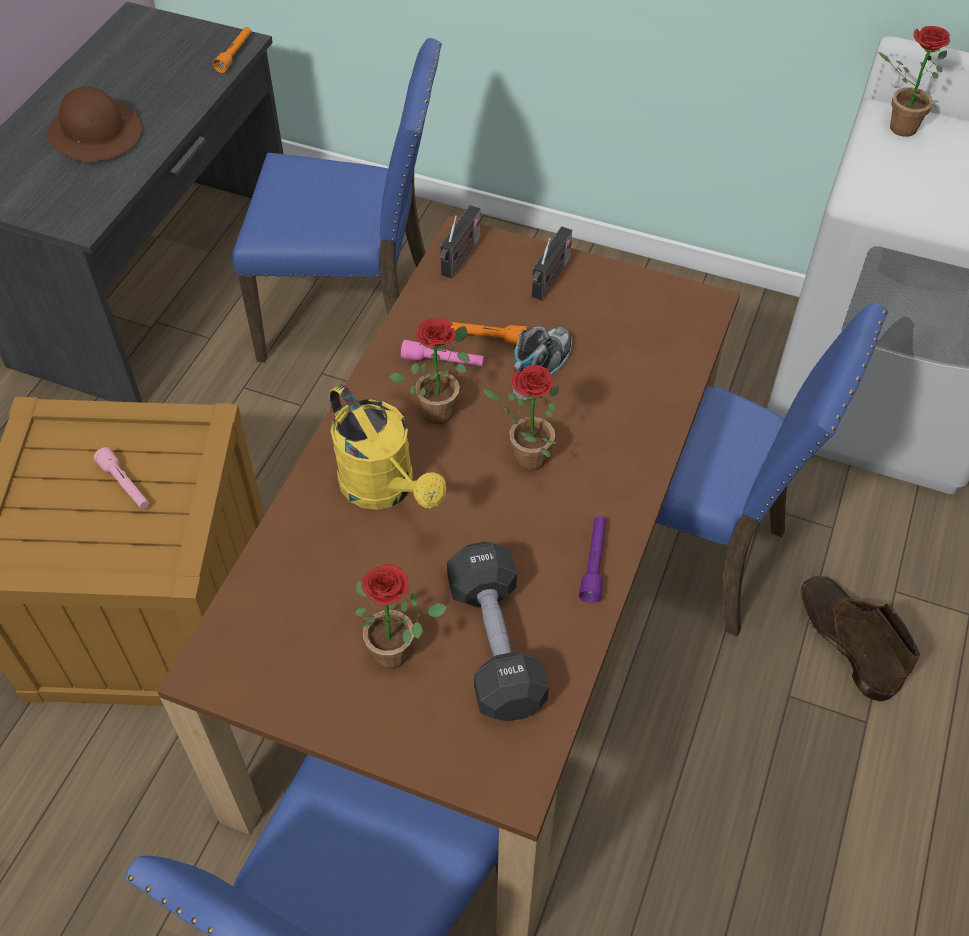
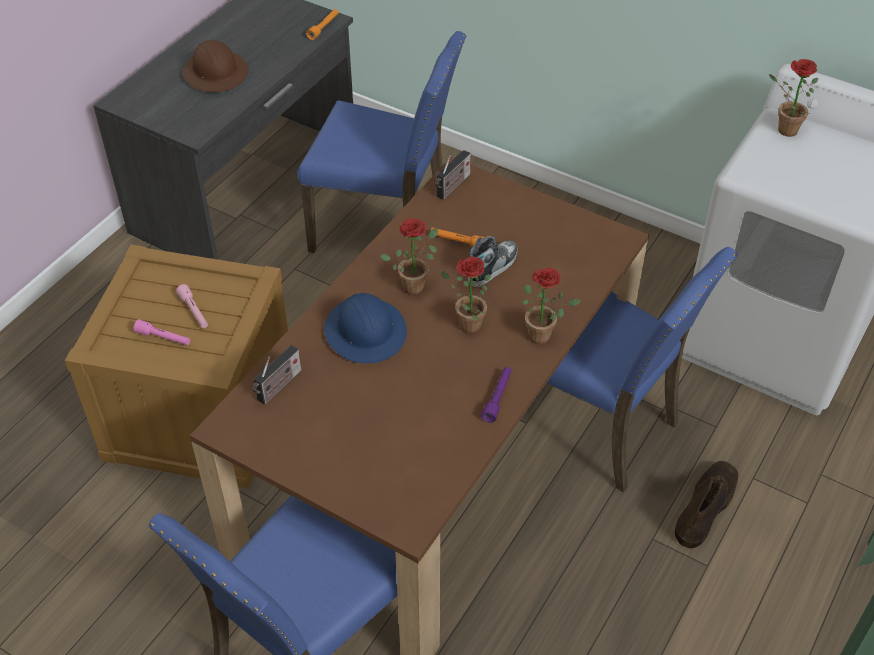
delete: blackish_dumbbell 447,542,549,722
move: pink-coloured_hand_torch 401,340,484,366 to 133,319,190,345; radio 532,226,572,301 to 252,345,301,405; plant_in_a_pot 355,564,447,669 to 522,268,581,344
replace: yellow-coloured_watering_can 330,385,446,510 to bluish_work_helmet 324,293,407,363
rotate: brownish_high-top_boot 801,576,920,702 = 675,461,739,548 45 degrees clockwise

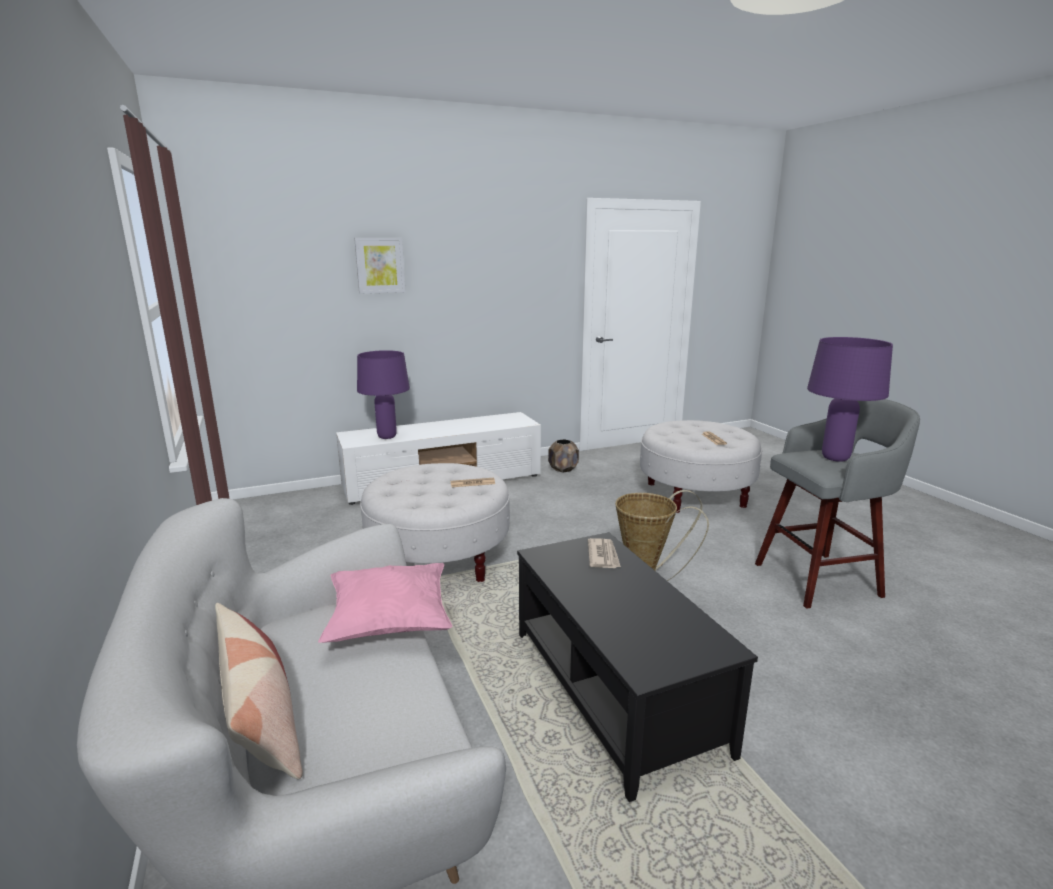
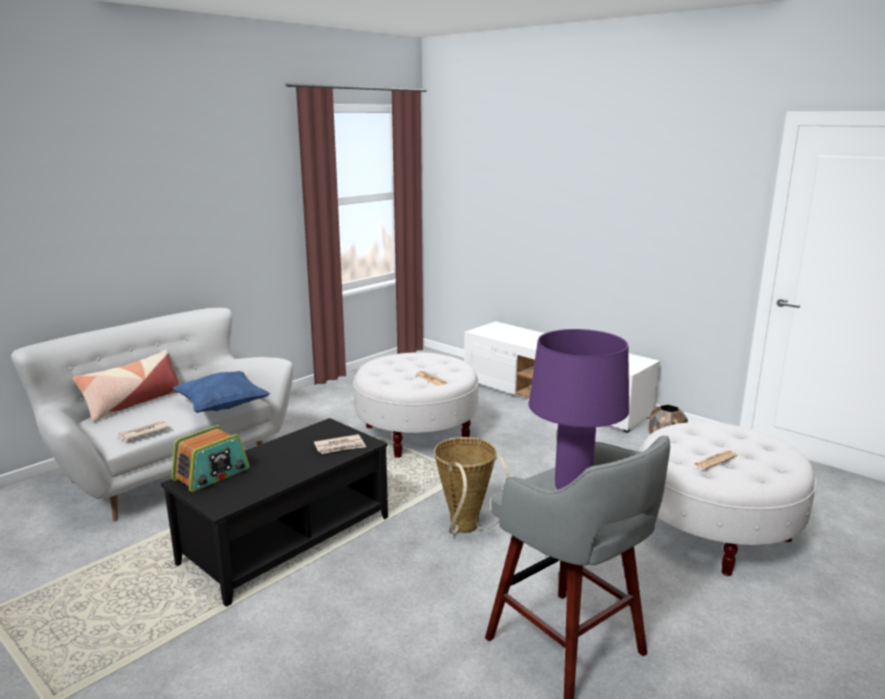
delete: picture 354,238,406,294; purplish_lamp_for_a_table 357,350,410,439
insert: daily_paper 118,421,170,441; radio 171,425,250,492
recolor: pink-coloured_throw_pillow 318,563,452,643 to bluish_throw_pillow 173,371,270,413

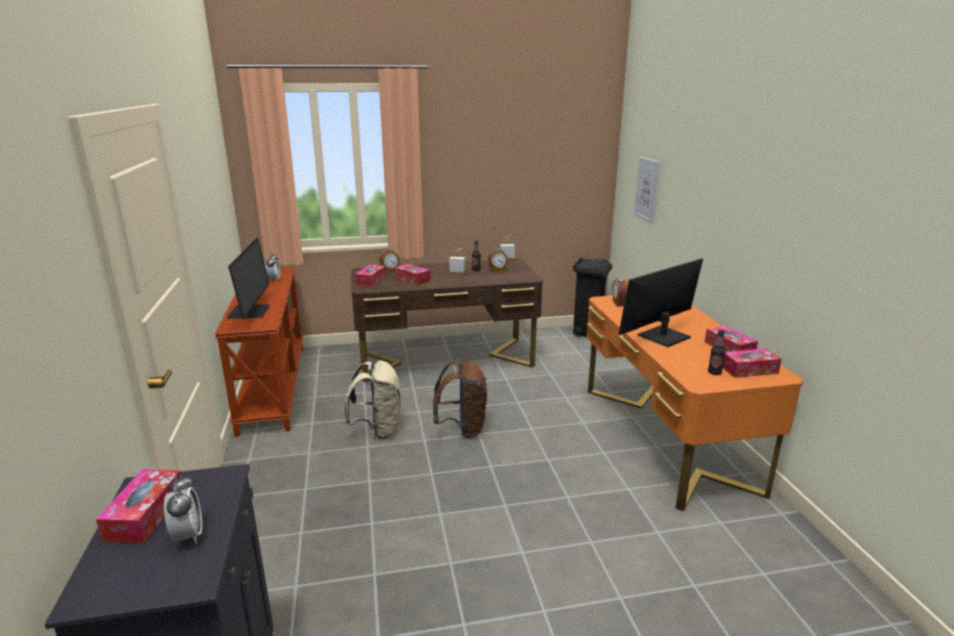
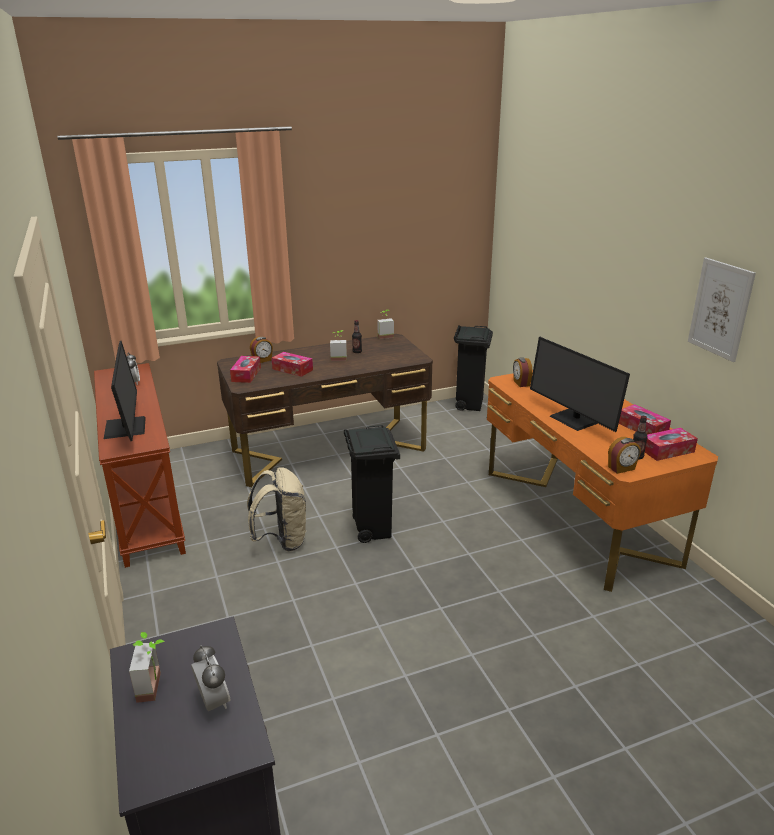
move: bedside_clock 488,249,508,272 to 608,437,641,474; picture 634,157,660,224 to 688,258,756,362
replace: tissue_box 96,469,182,543 to plant_in_a_pot 129,632,165,703; brownish_knapsack 433,360,487,438 to blackish_waste_bin 344,425,400,543
rotate: monitor 619,258,703,347 = 530,337,630,432 75 degrees counterclockwise

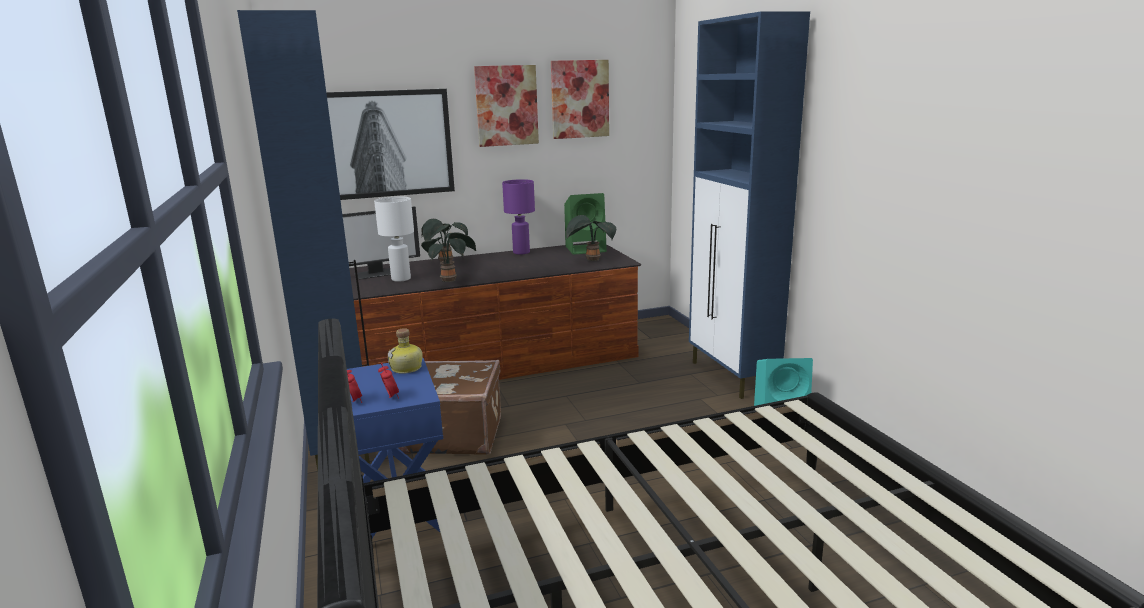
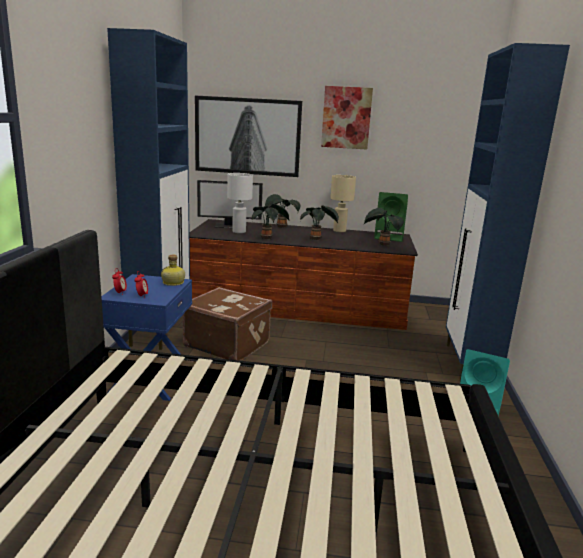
delete: picture 551,60,609,139
insert: plant_in_a_pot 300,206,339,240
recolor: purplish_lamp_for_a_table 502,179,535,255 to beige_lamp_for_a_table 330,175,356,232

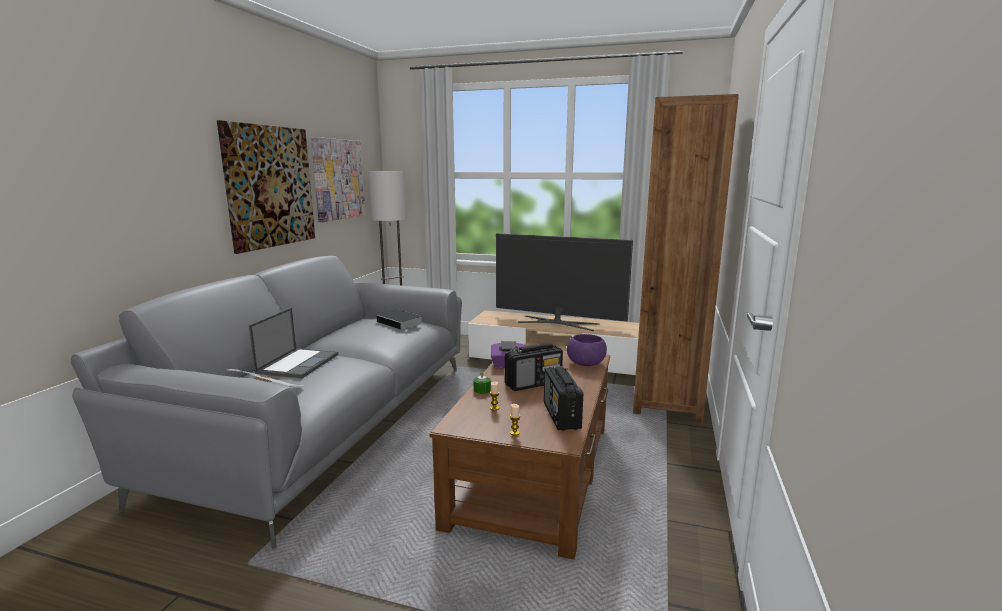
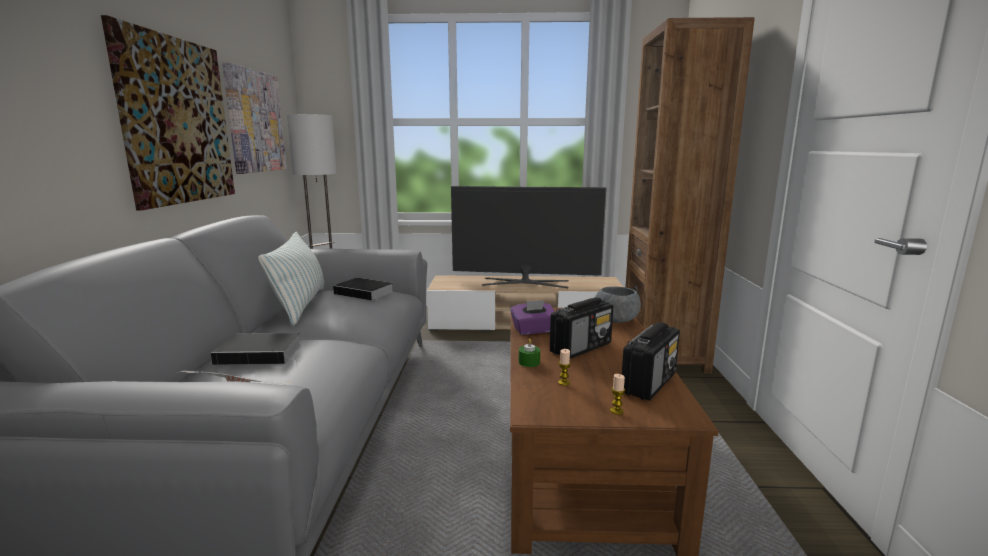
insert: throw_pillow 258,232,324,326
replace: laptop 249,308,338,378 to book 211,333,301,365
recolor: purplish_bowl 567,334,607,366 to gray_bowl 595,286,641,323
rotate: radio 544,366,583,431 = 622,322,680,401 120 degrees counterclockwise

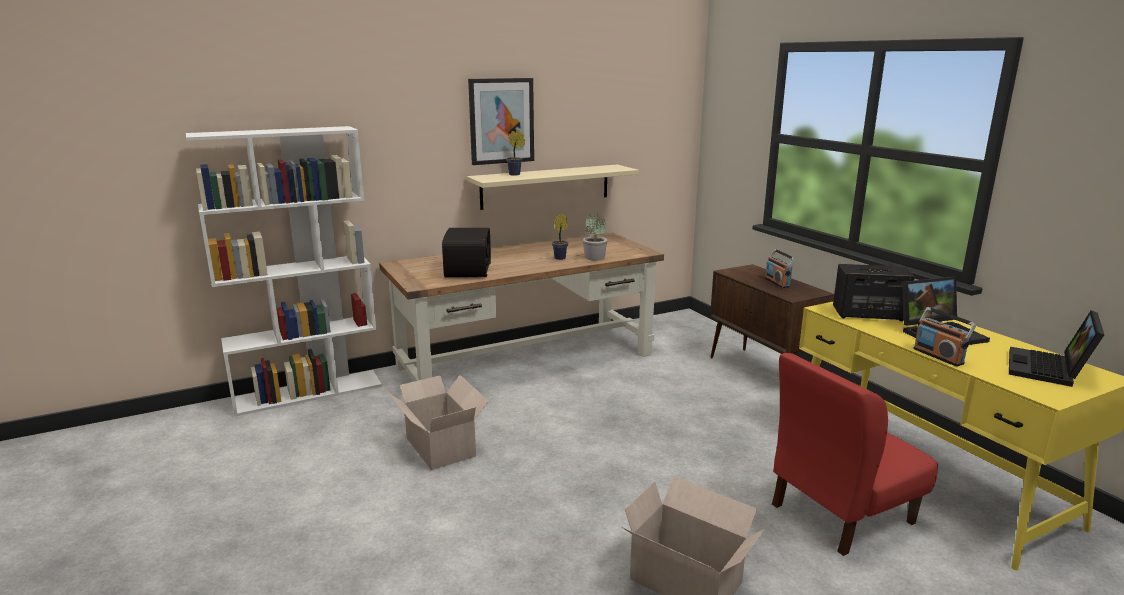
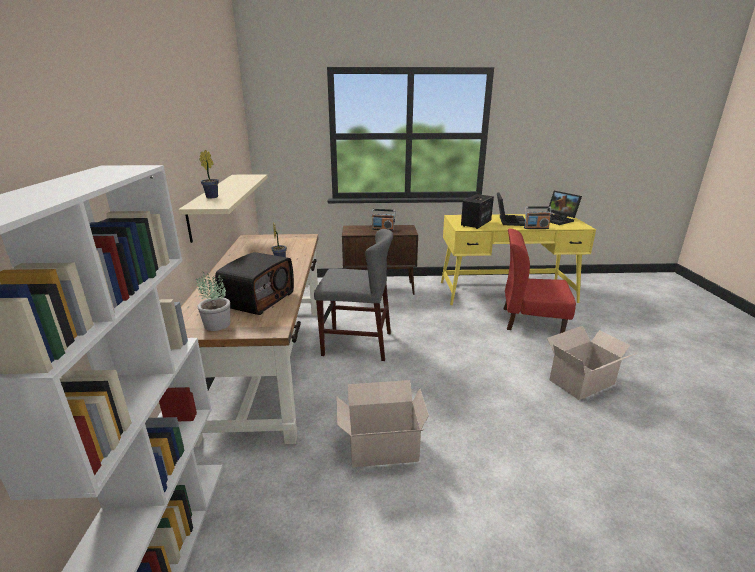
delete: picture 468,78,534,165
insert: gray_chair 314,229,393,361
move: plant_in_a_pot 583,212,607,260 to 196,272,230,331
rotate: radio 442,228,491,278 = 215,252,294,315 90 degrees clockwise; red_chair 772,353,938,556 = 503,229,576,333 105 degrees clockwise

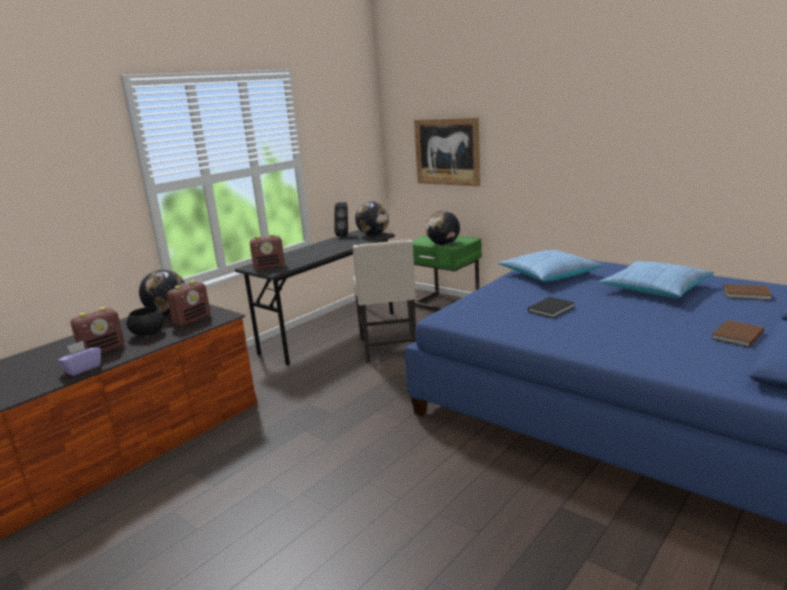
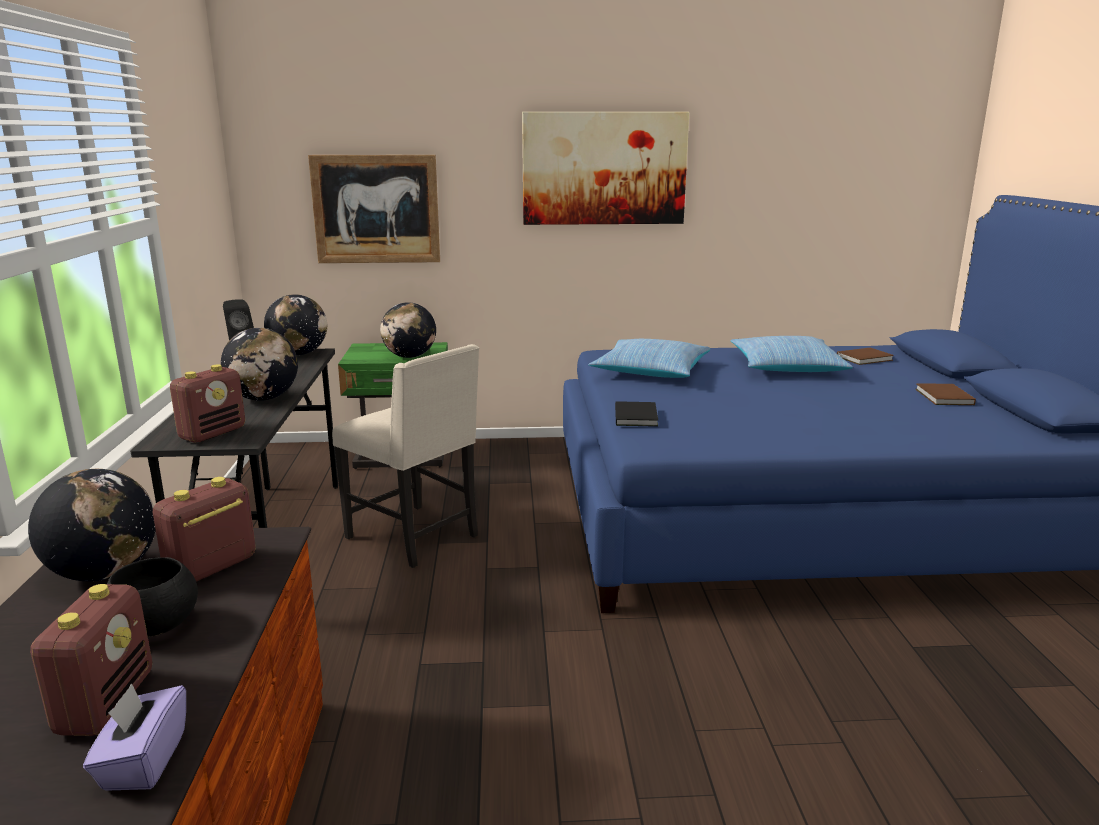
insert: world_globe 221,328,298,401; picture 522,112,689,225
move: blackish_book 528,297,575,318 to 615,401,658,427
rotate: radio 167,280,210,326 = 153,477,256,582 135 degrees counterclockwise

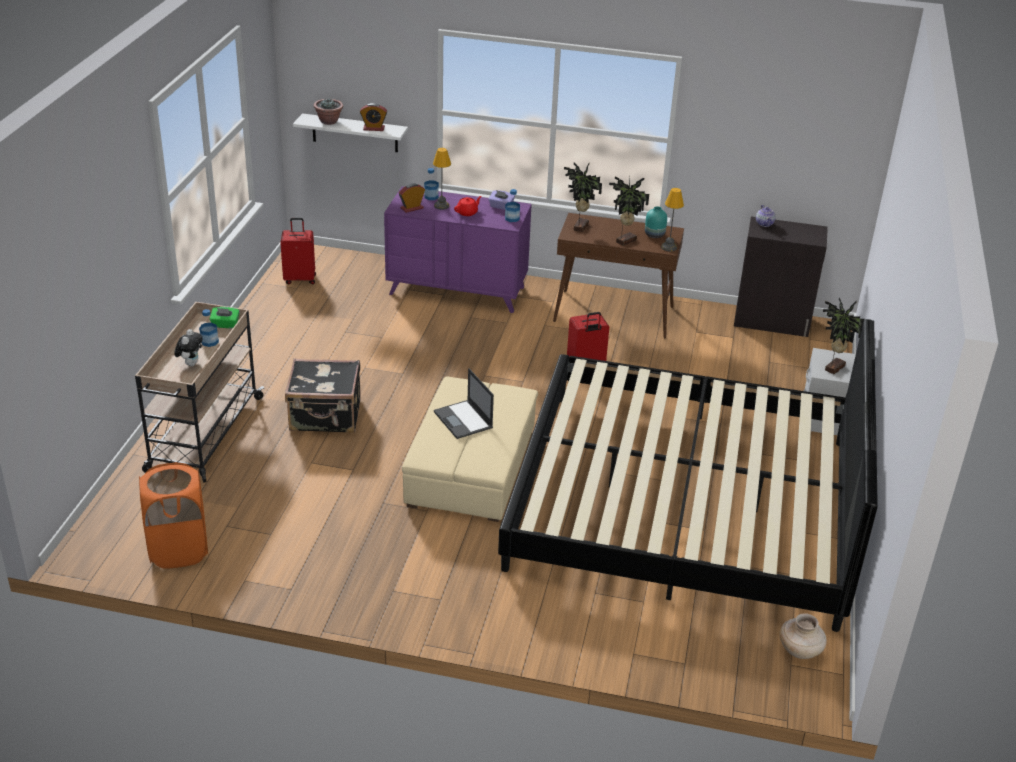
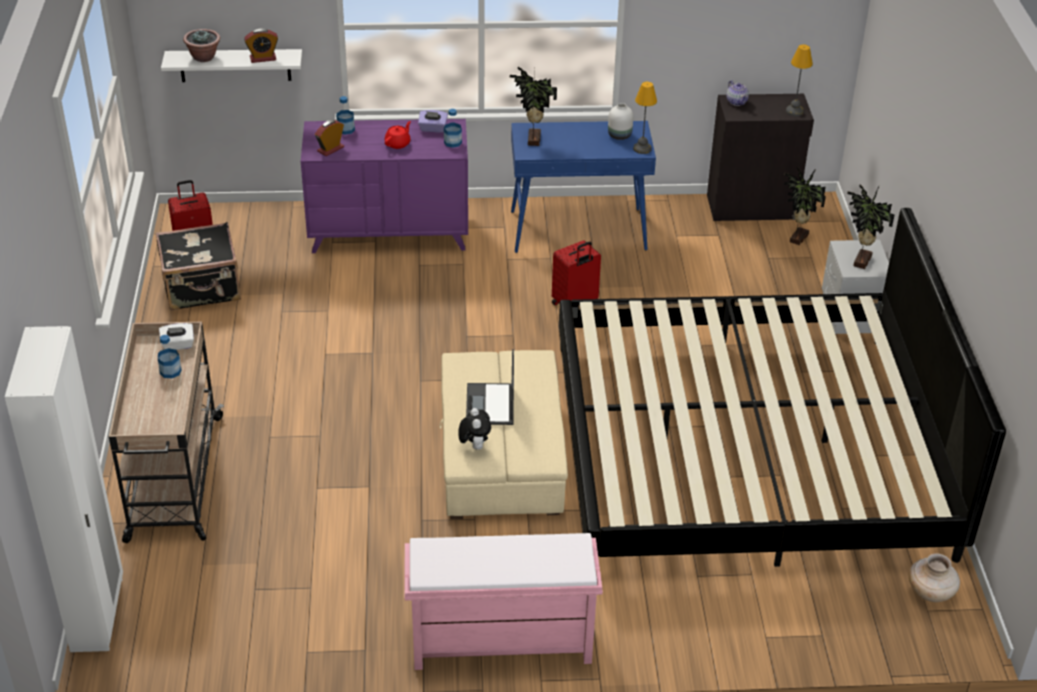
delete: orangey_laundry_basket 139,462,208,569
insert: white_armoire 5,326,123,652; pink-coloured_long_seat 405,533,603,670
move: blackish_travel_case 285,358,361,433 to 156,222,241,310; plush_toy 174,329,202,366 to 459,408,491,450; plant_in_a_pot 609,175,649,246 to 784,168,826,245; lamp_for_a_table 433,148,451,210 to 786,44,813,116
recolor: green_tissue_box 210,307,240,329 to white_tissue_box 159,323,194,350; brownish_narrow_table 553,213,684,338 to bluish_narrow_table 511,121,656,253; turquoise-coloured_flower_vase 645,206,667,238 to white_flower_vase 608,103,633,140
rotate: laptop 434,368,494,439 = 466,349,514,425 45 degrees clockwise

